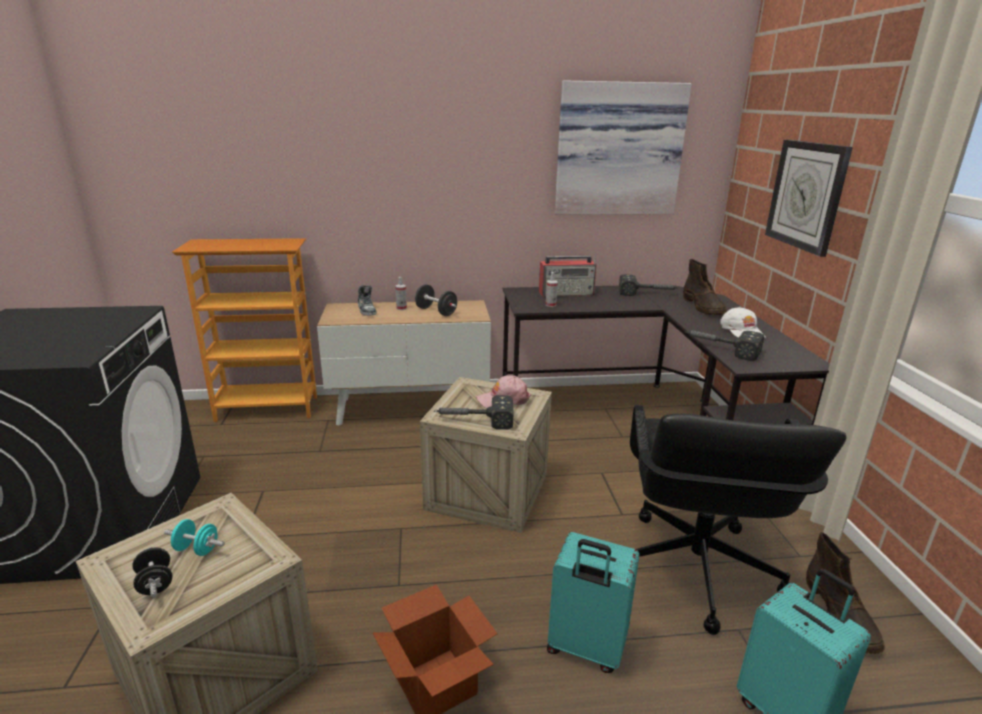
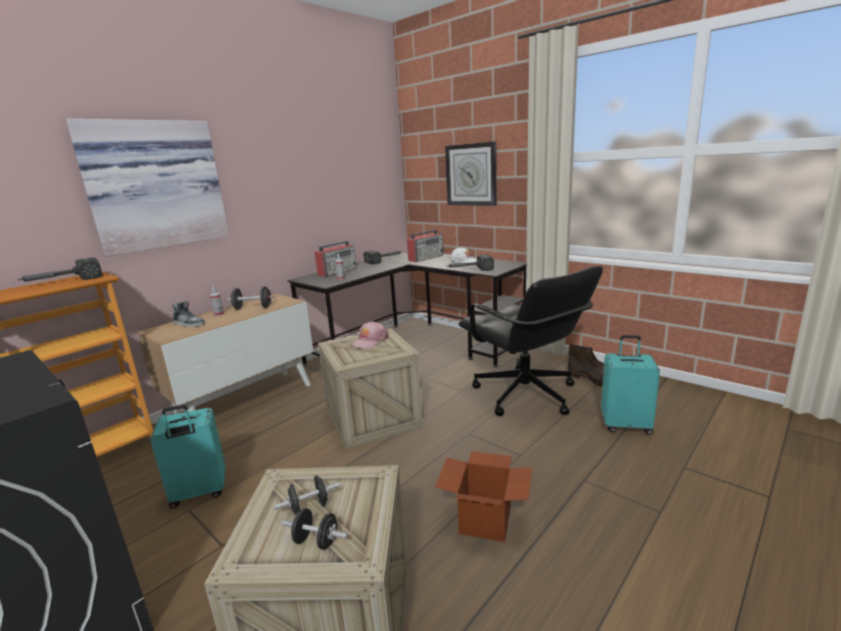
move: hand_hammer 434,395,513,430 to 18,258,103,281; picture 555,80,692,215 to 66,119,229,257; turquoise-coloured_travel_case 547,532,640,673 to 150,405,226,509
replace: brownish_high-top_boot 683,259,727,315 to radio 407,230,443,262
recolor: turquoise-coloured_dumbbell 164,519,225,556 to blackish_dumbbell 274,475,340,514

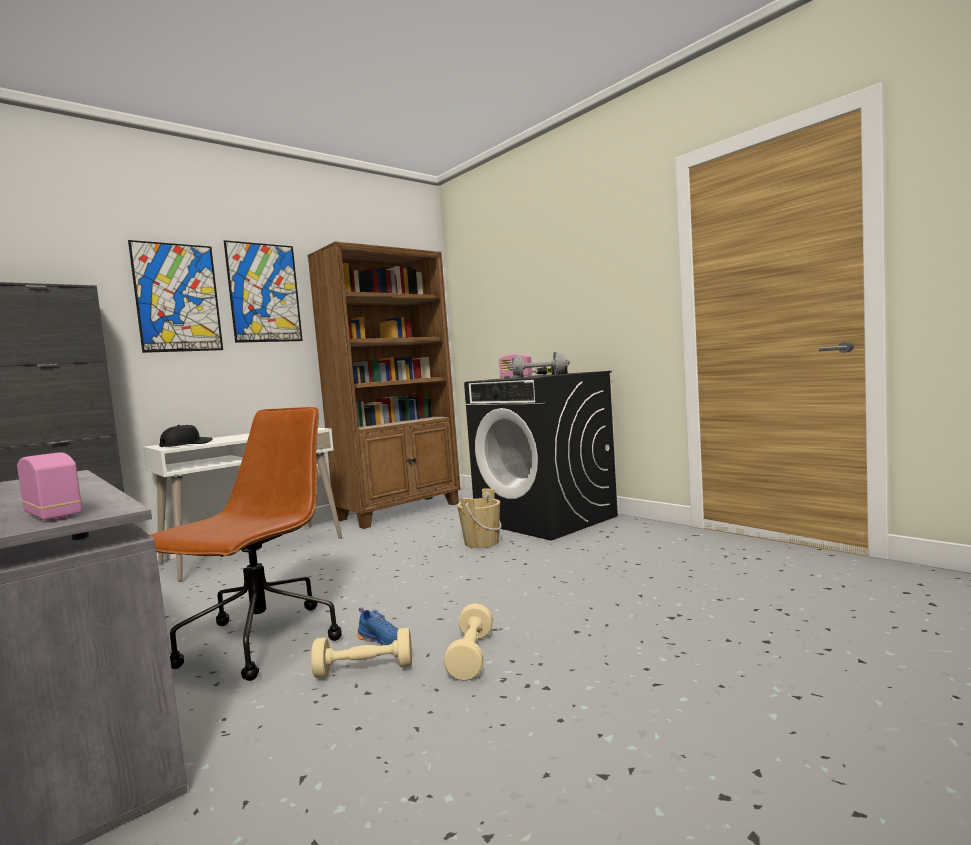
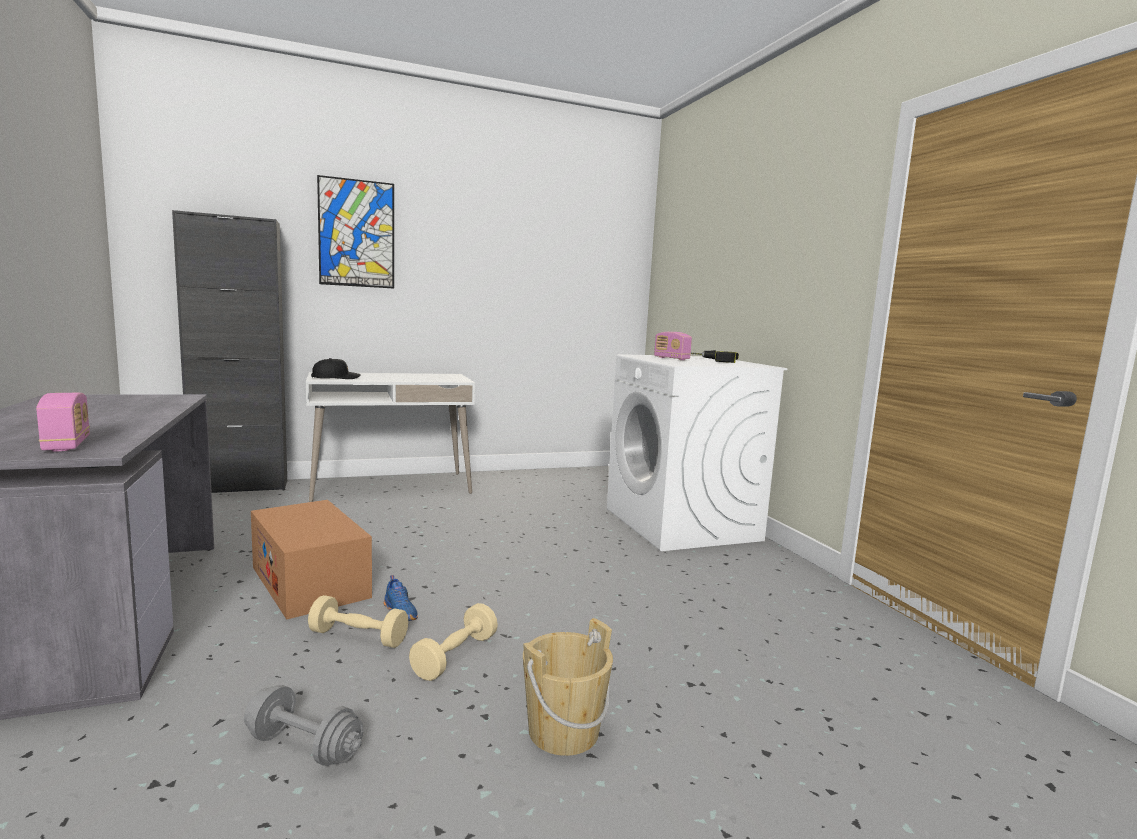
delete: picture 224,240,303,343; brownish_shelving_unit 308,241,461,529
move: gray_dumbbell 507,352,570,378 to 244,685,364,766; beige_bucket 457,489,502,548 to 523,618,613,756
replace: brownish_computer_chair 150,407,342,681 to packing_box 251,500,372,620
recolor: blackish_laundry_machine 464,371,618,541 to white_laundry_machine 607,354,787,551

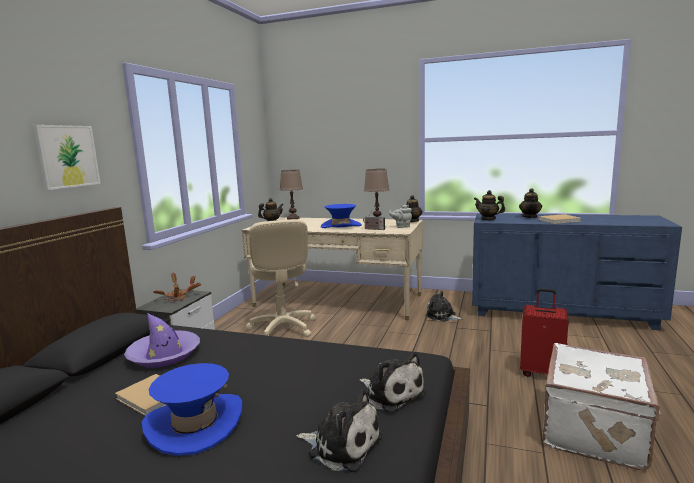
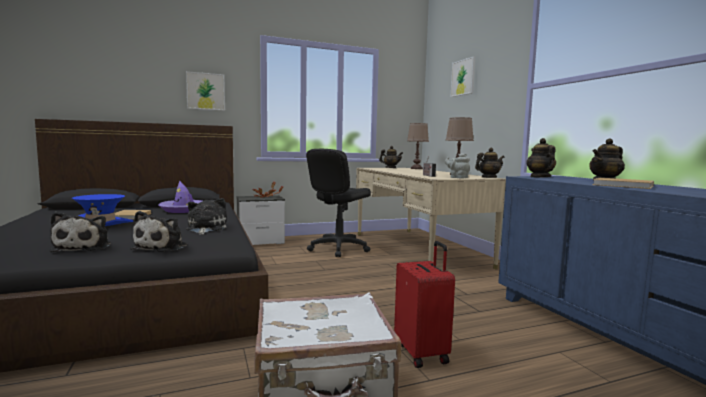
delete: bluish_clothing_hat 321,204,361,228
insert: picture 451,56,475,97
move: plush_toy 426,291,463,321 to 186,198,227,235
recolor: beige_computer_chair 245,219,316,337 to blackish_computer_chair 306,149,371,257

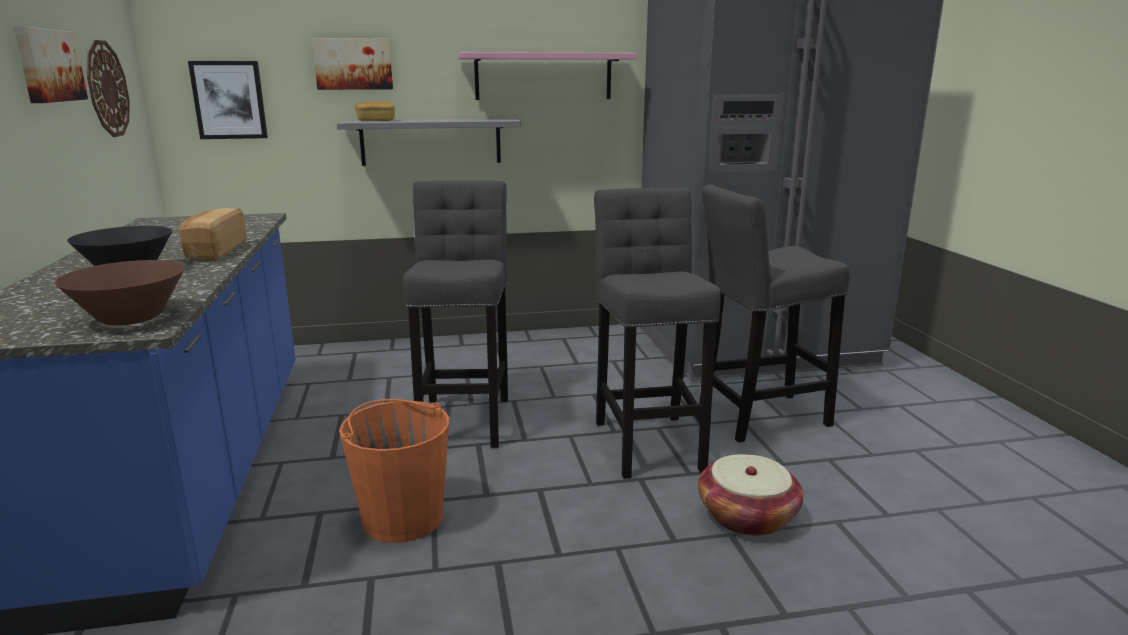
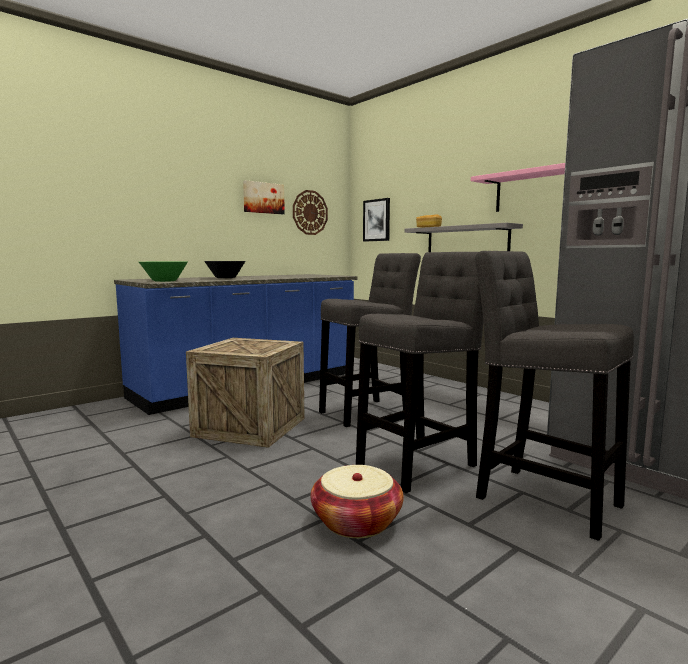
delete: baked_bread 179,208,246,260; picture 312,38,393,90
replace: orangey_bucket 339,399,449,543 to packing_crate 186,338,304,448
recolor: brownish_bowl 54,260,185,326 to green_bowl 139,261,188,282

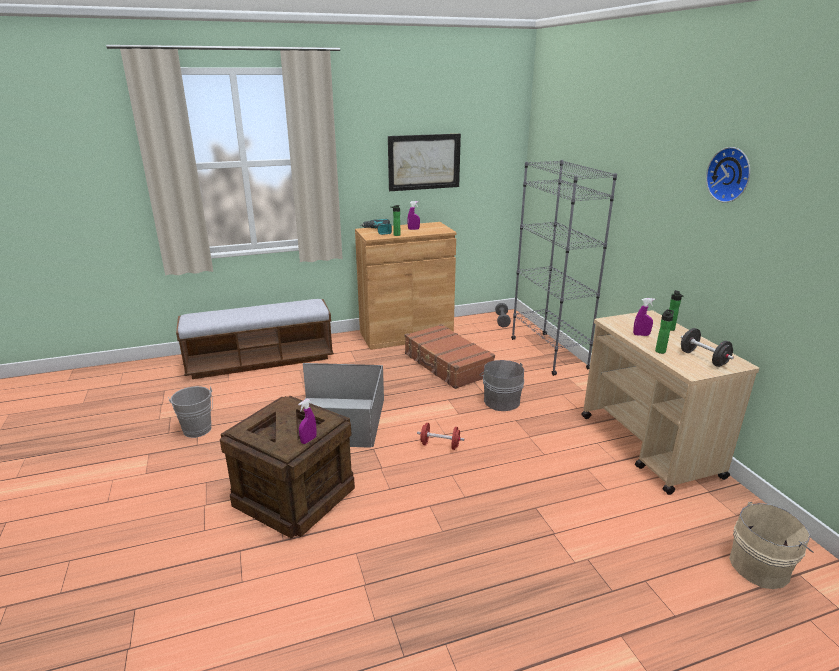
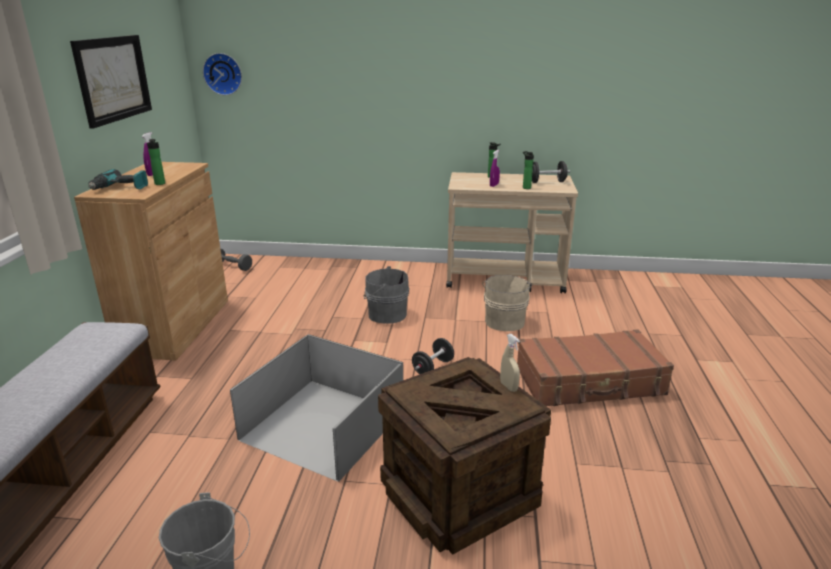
delete: gray_shelving_unit 511,160,617,376
move: hanging_clock 706,147,750,203 to 203,53,242,95; beige_bucket 729,502,814,589 to 482,275,533,331; brownish_travel_case 405,324,495,389 to 517,329,674,406
recolor: red_dumbbell 417,423,464,450 to blackish_dumbbell 412,338,454,374; purplish_spray_bottle 298,399,317,444 to beige_spray_bottle 500,334,520,392

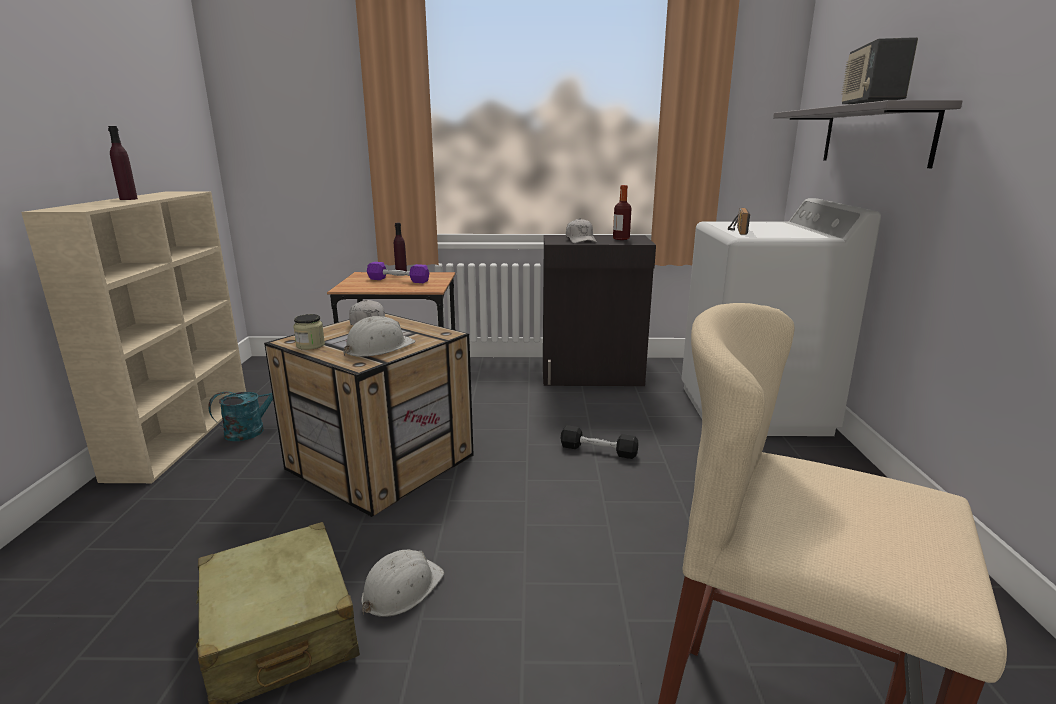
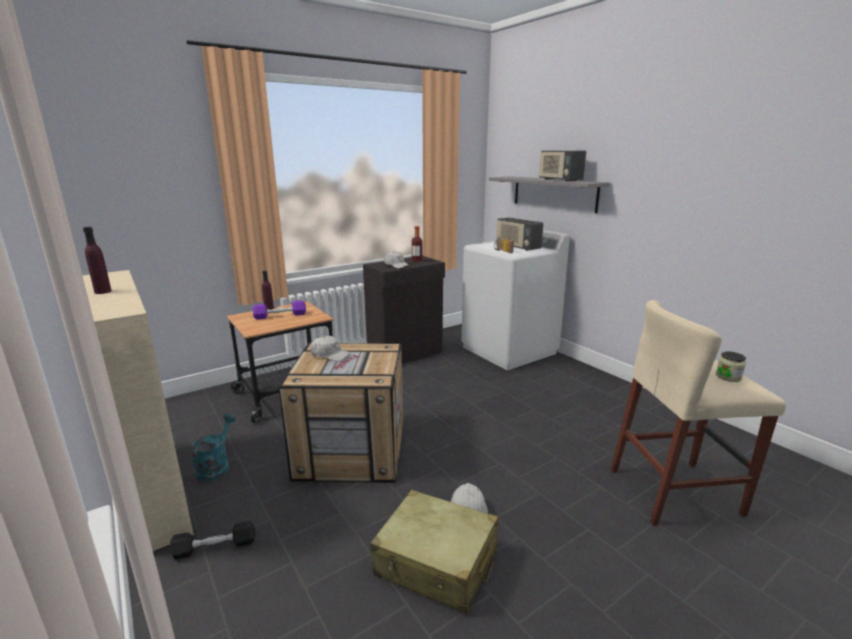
delete: white_work_helmet 344,316,415,357
insert: radio 496,217,543,251
move: blackish_dumbbell 560,425,639,459 to 169,521,255,559; storage_jar 293,314,325,350 to 716,351,746,382

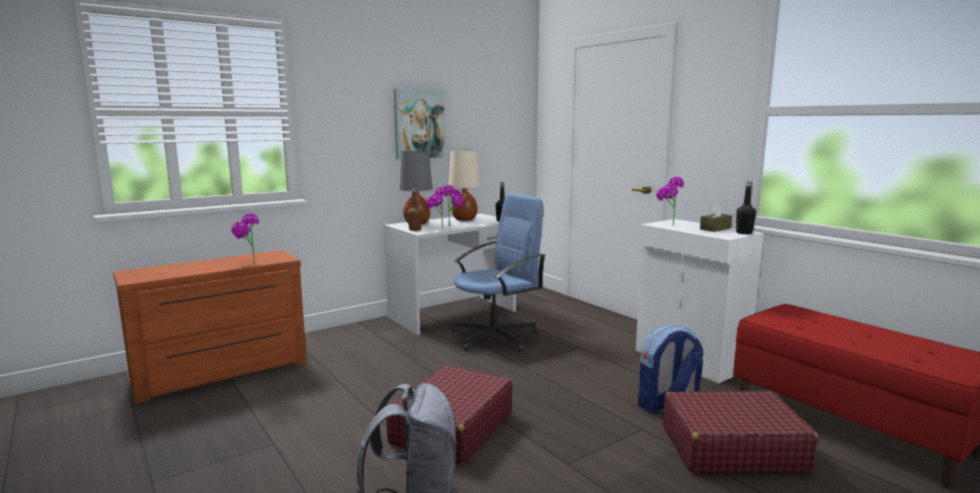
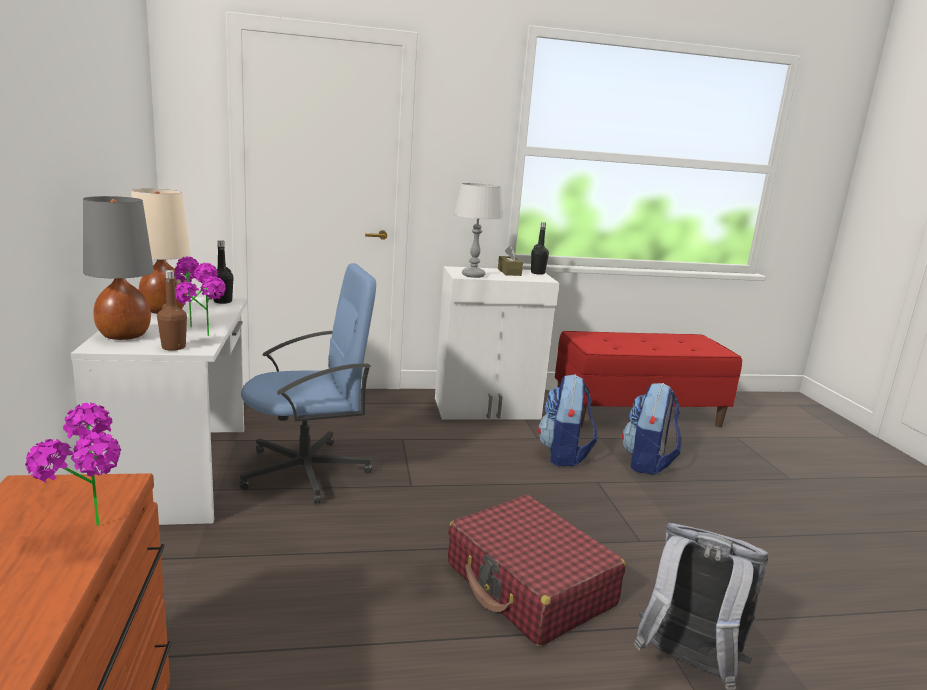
delete: picture 394,89,445,159
replace: plant_in_a_pot 656,177,684,226 to gray_lamp_for_a_table 453,183,503,278; red_travel_case 663,391,818,474 to knapsack 622,383,681,475
rotate: bluish_computer_chair 451,193,546,351 = 240,263,376,504 75 degrees clockwise

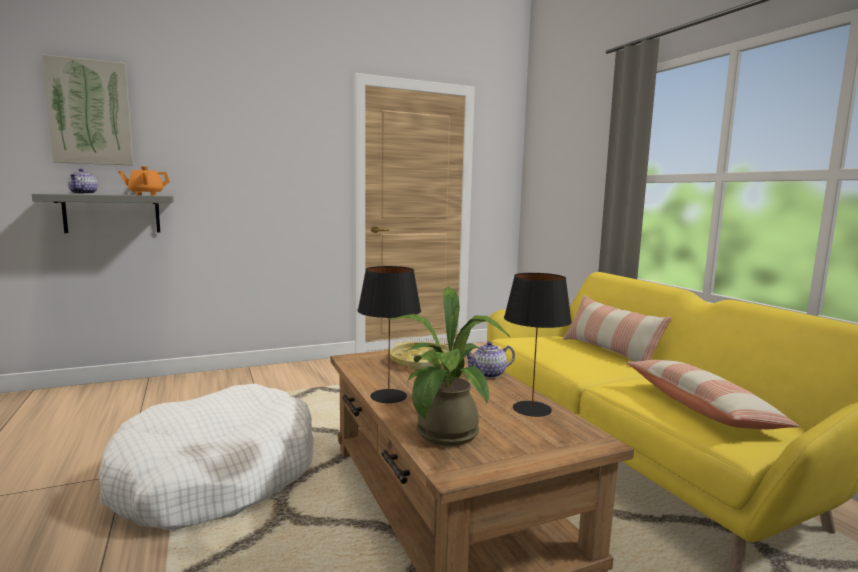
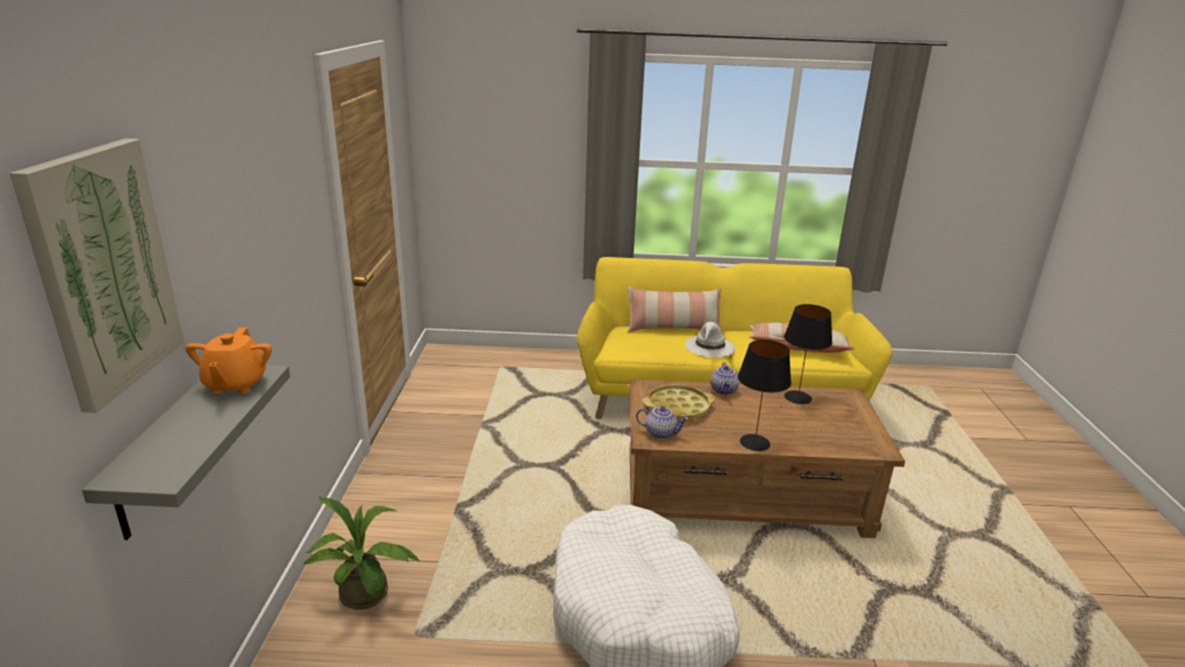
insert: white_clothing_hat 685,322,735,358
move: plant_in_a_pot 388,287,510,446 to 303,496,421,610; teapot 68,169,98,194 to 636,406,688,439

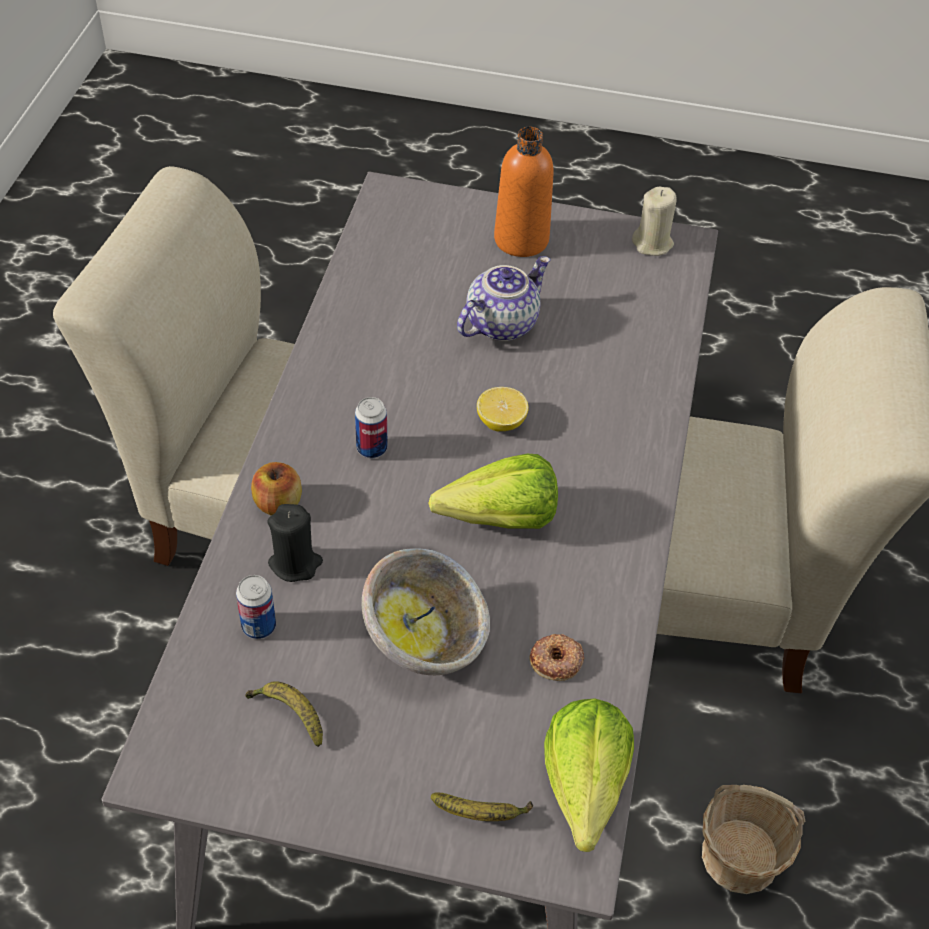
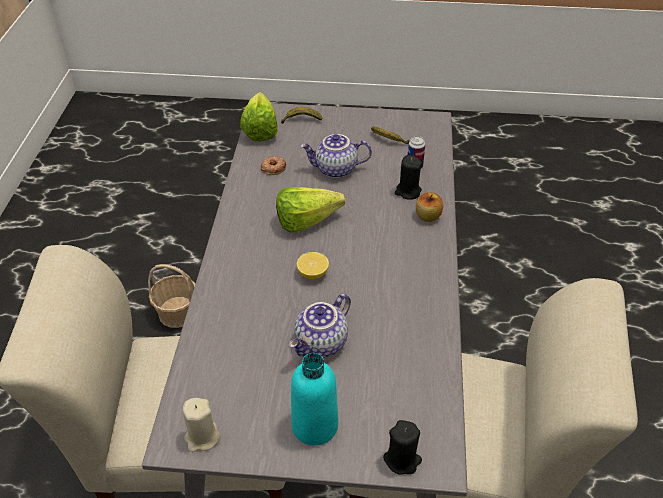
delete: sealed_can 355,397,388,458
insert: blackish_candle 383,420,422,474
replace: bowl 362,548,490,675 to teapot 300,134,372,178
recolor: orangey_beverage_bottle 494,127,554,257 to turquoise-coloured_beverage_bottle 291,353,338,446

